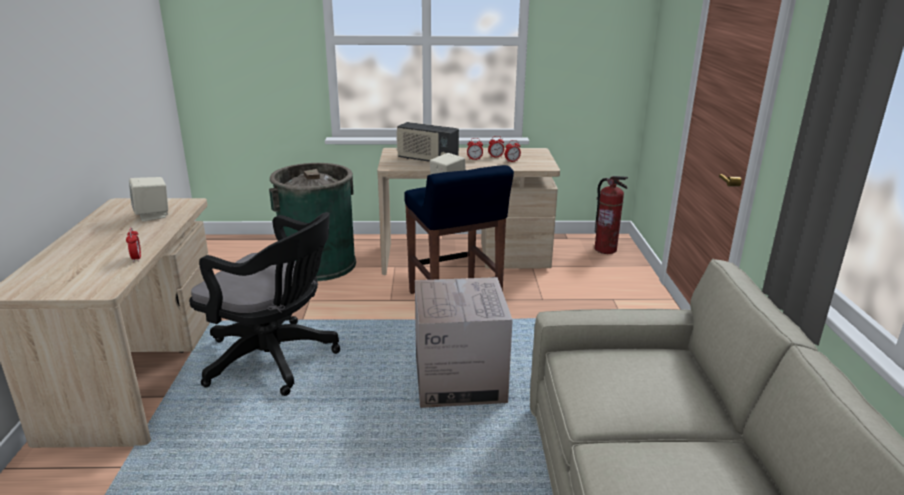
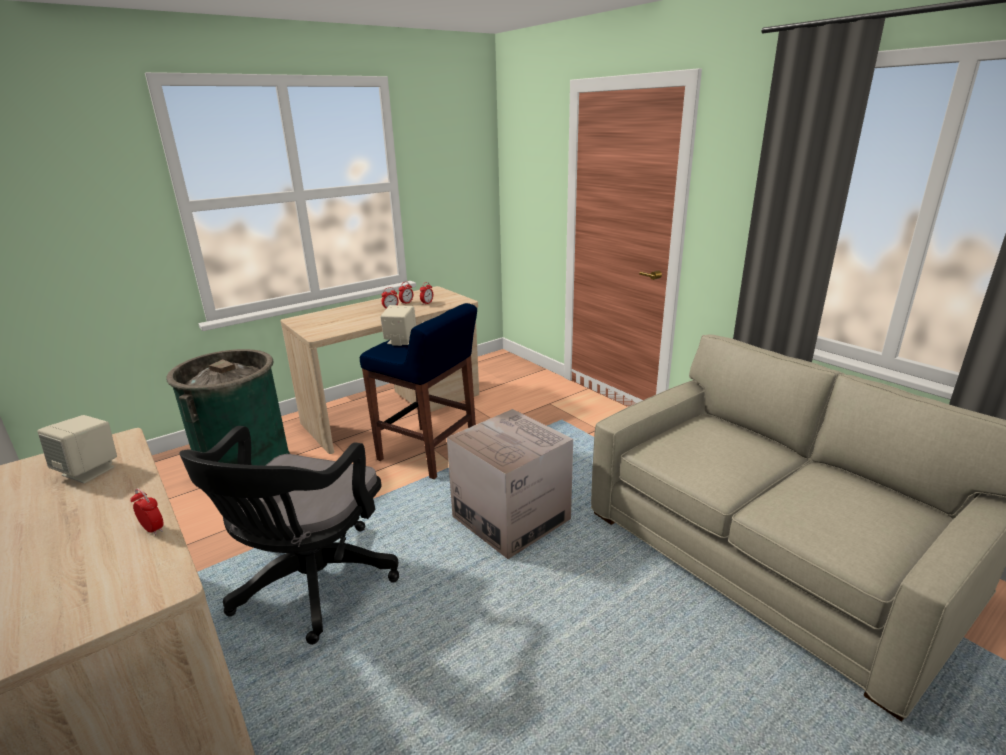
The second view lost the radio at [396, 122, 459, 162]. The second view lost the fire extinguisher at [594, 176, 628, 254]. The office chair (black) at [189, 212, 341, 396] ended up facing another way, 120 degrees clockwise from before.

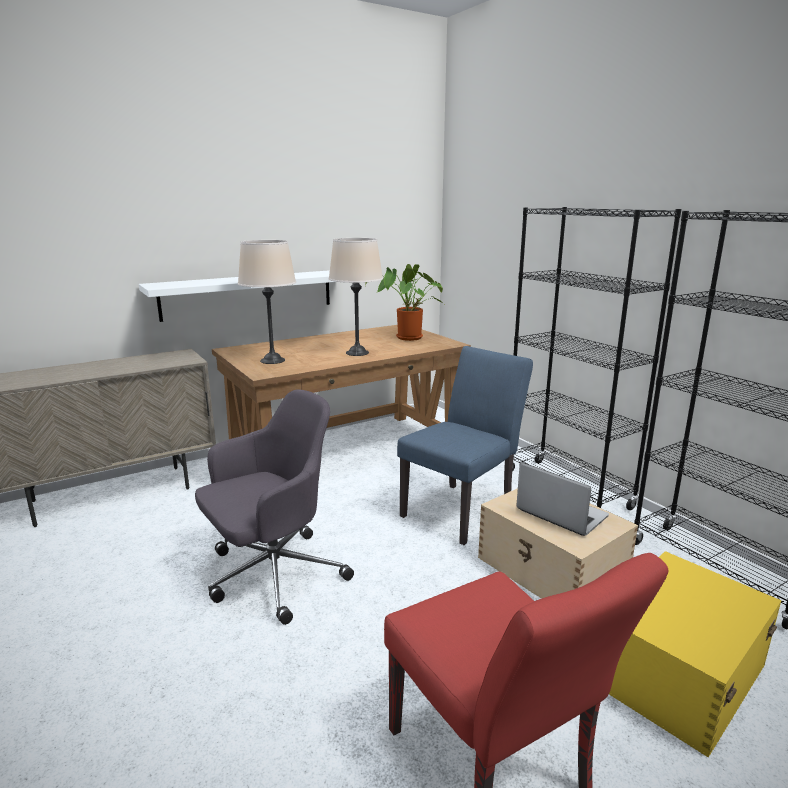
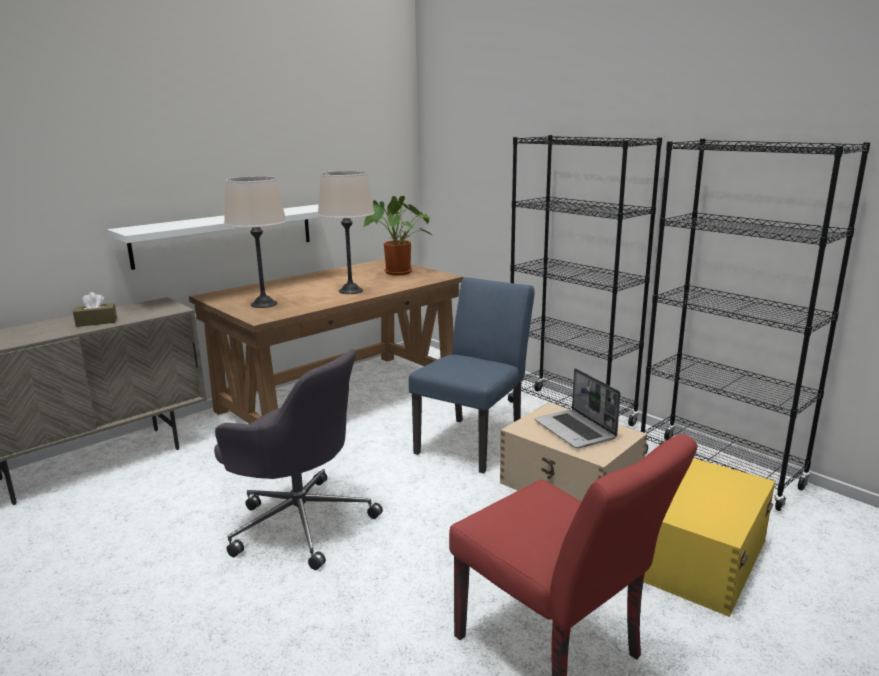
The second view gained the tissue box (brown) at [73, 292, 117, 327]. The office chair (grey) at [195, 390, 354, 625] ended up facing another way, 75 degrees clockwise from before. The laptop at [516, 462, 609, 536] ended up facing another way, 150 degrees counterclockwise from before.

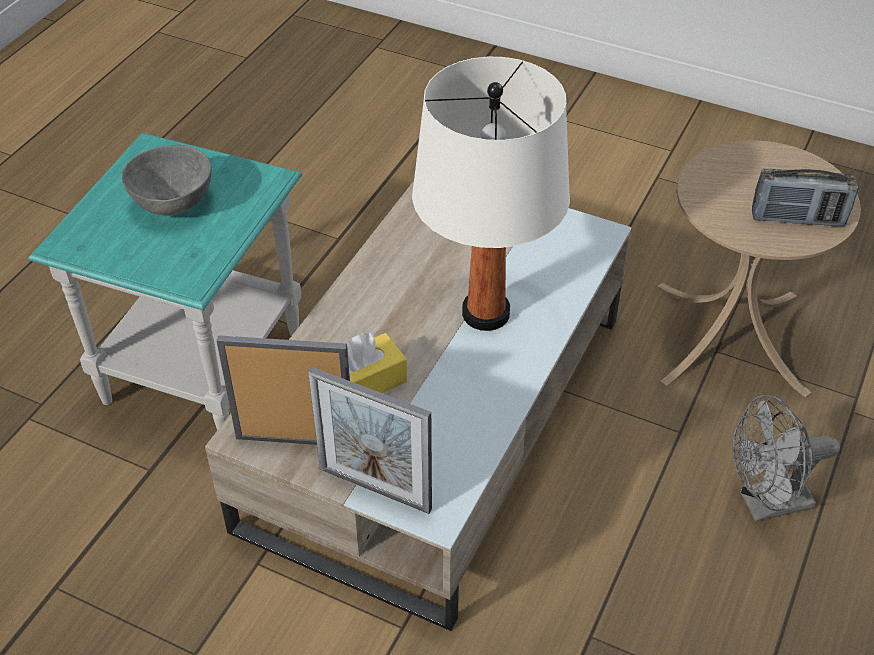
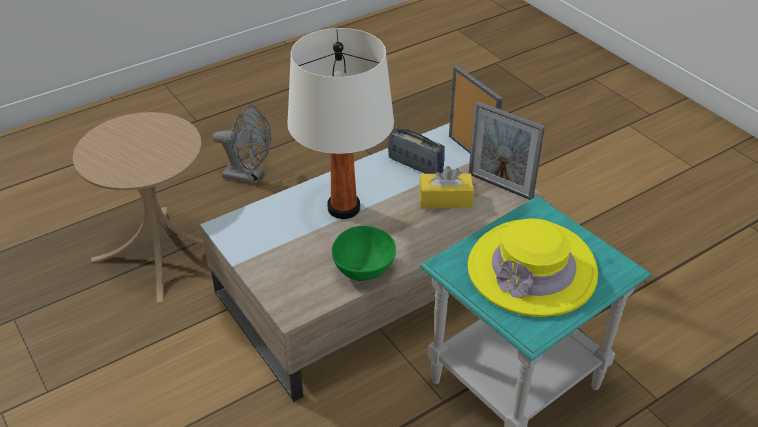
The second view gained the bowl (green) at [332, 225, 396, 281]. The radio ended up elsewhere, having gone from [752, 169, 859, 227] to [388, 126, 445, 174]. Where the bowl (grey) stood at [121, 145, 212, 215], the hat (yellow) came to stand at [468, 218, 598, 317].

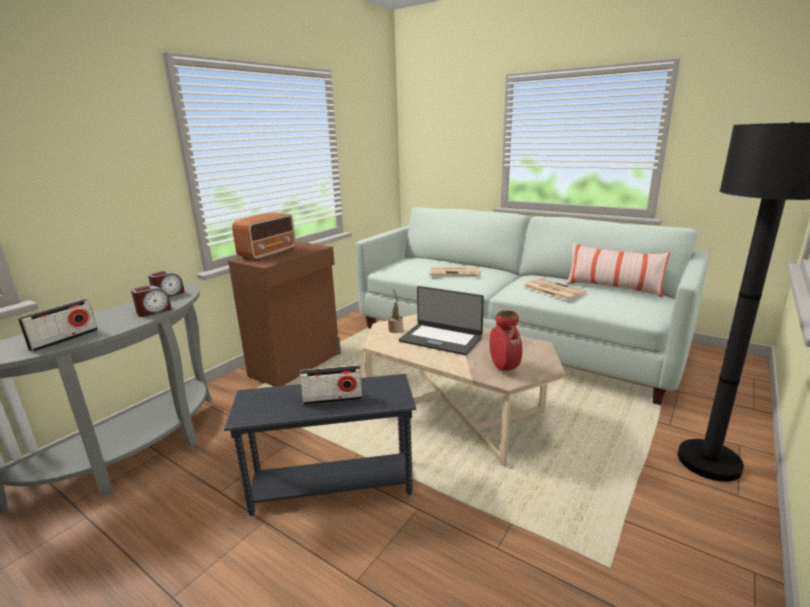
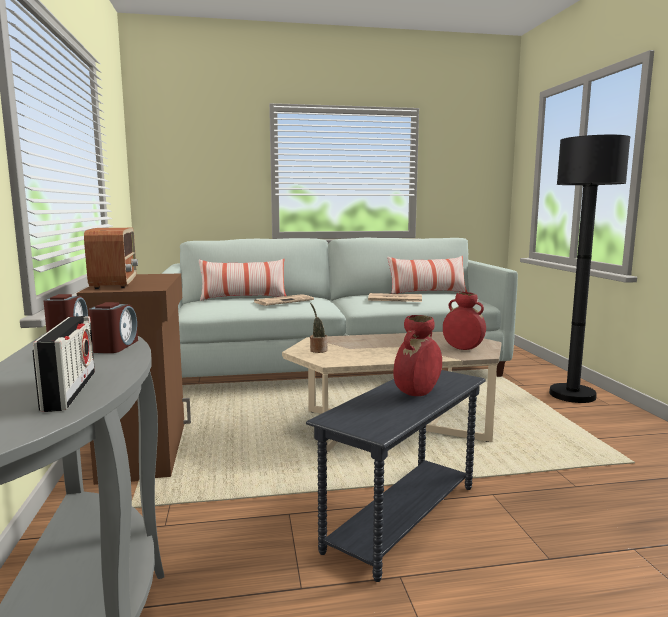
The second view lost the laptop at [399, 286, 484, 355]. The second view gained the pillow at [199, 259, 286, 301]. Where the radio stood at [300, 365, 363, 405], the vase (red) came to stand at [393, 315, 442, 396].

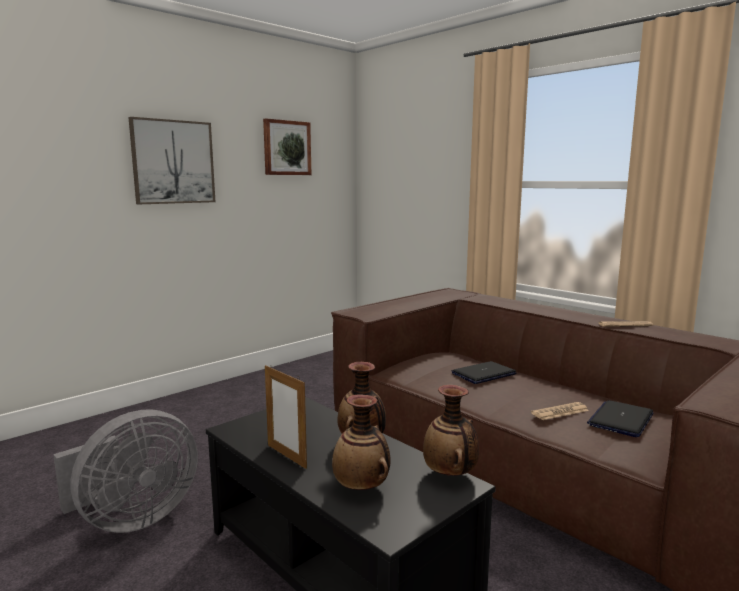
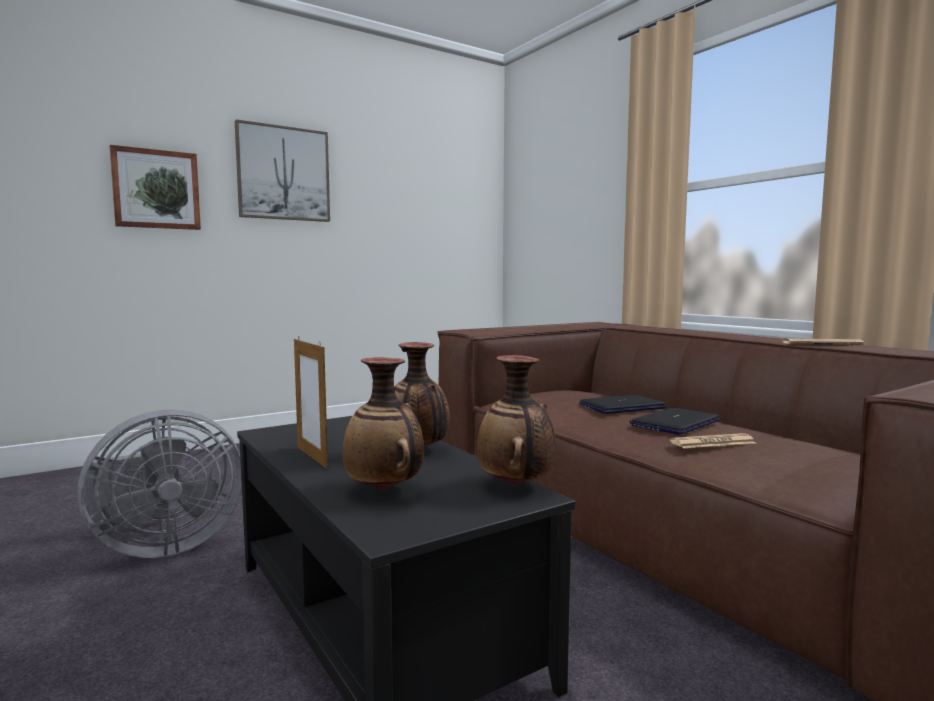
The picture ended up elsewhere, having gone from [263, 118, 312, 175] to [110, 145, 201, 230]. The laptop ended up elsewhere, having gone from [587, 400, 653, 437] to [629, 408, 720, 435].

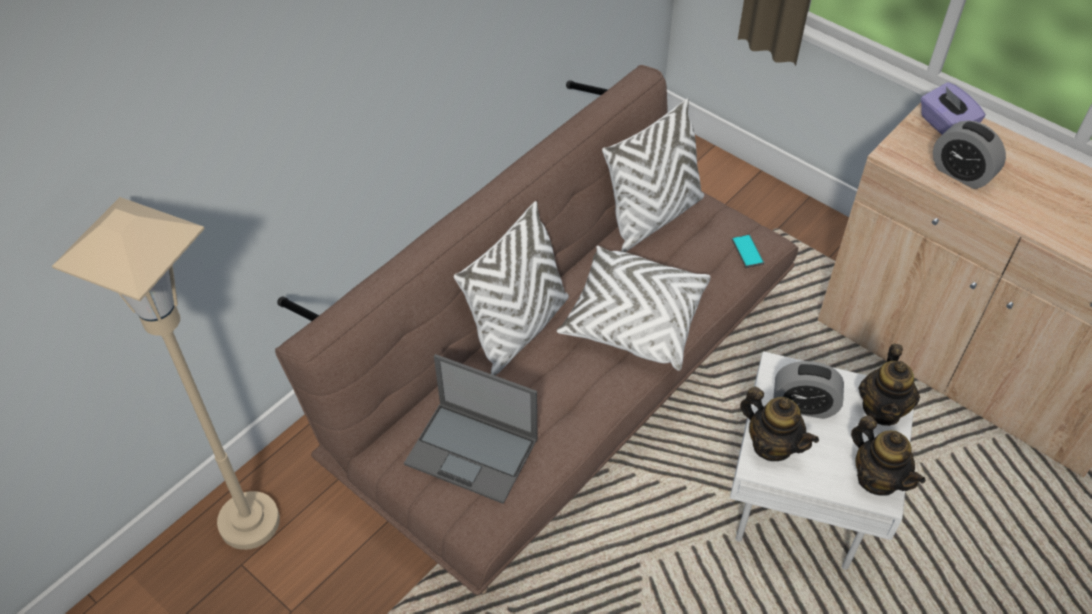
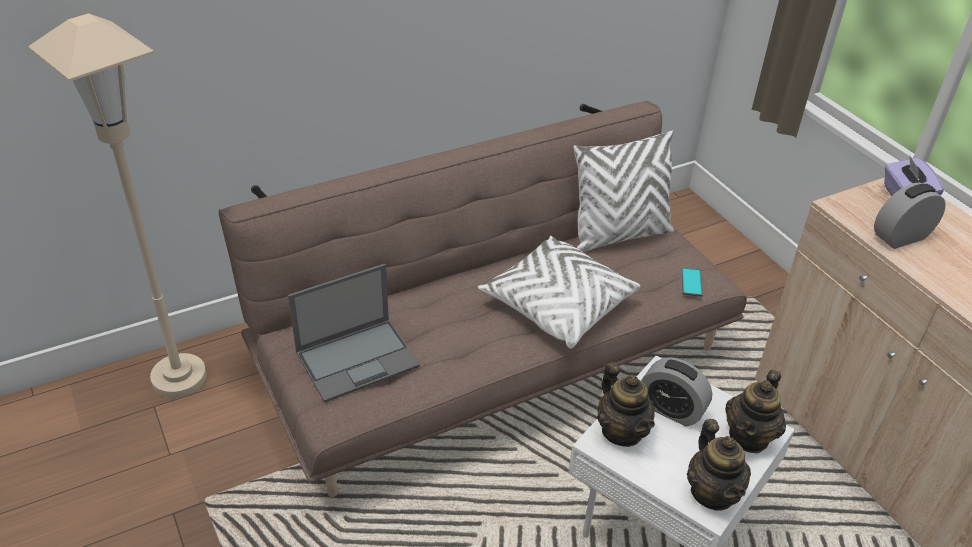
The second view lost the pillow (white) at [454, 201, 569, 376]. The laptop at [404, 354, 538, 504] ended up facing another way, 75 degrees counterclockwise from before. The alarm clock at [933, 120, 1006, 189] ended up facing another way, 90 degrees clockwise from before.

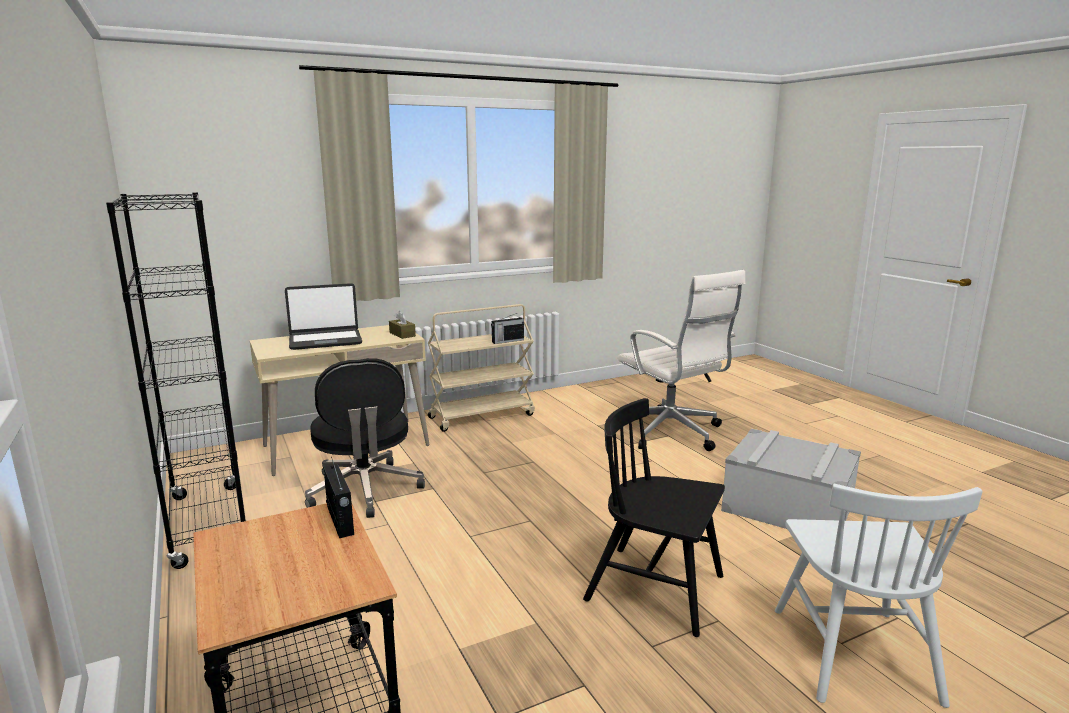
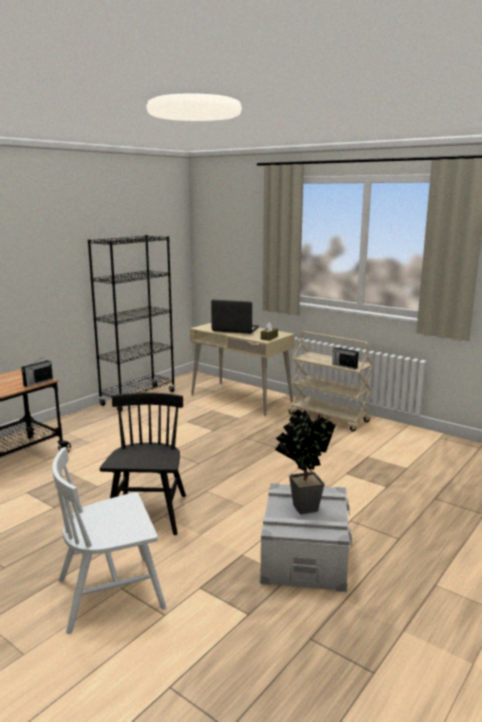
The second view lost the office chair (black) at [305, 358, 425, 518]. The second view lost the office chair (white) at [618, 270, 745, 451]. The second view gained the potted plant at [275, 409, 336, 514]. The laptop at [285, 283, 362, 350] ended up facing another way, 150 degrees clockwise from before.

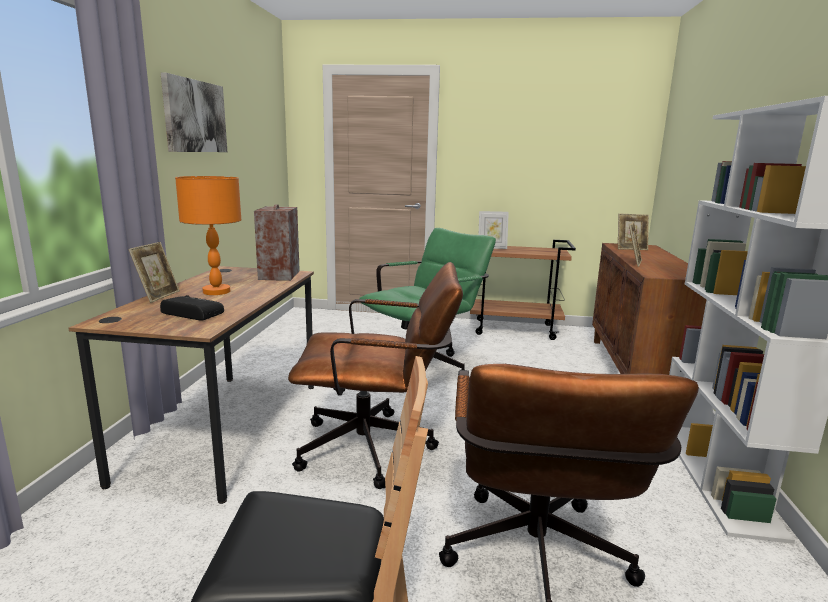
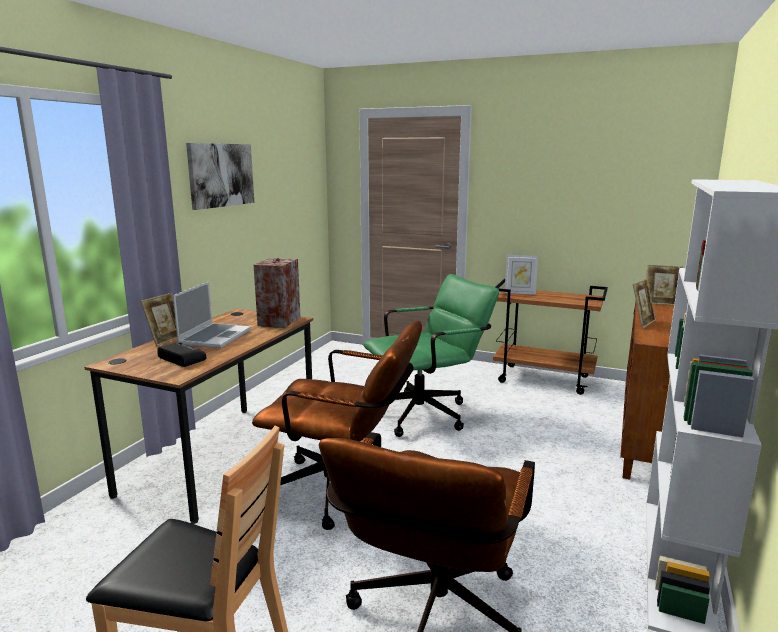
Where the table lamp (orange) stood at [175, 176, 241, 295], the laptop came to stand at [173, 282, 251, 348].

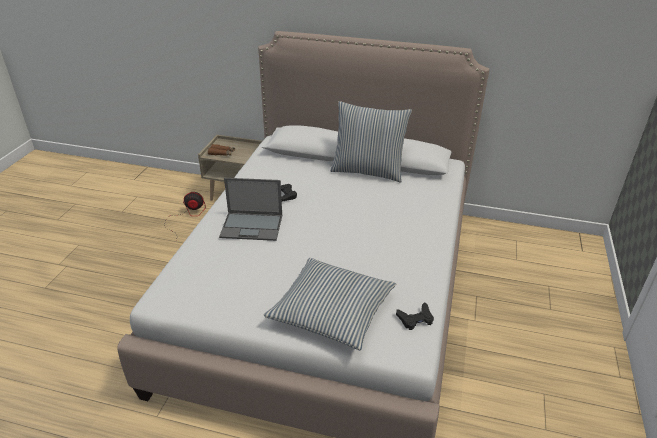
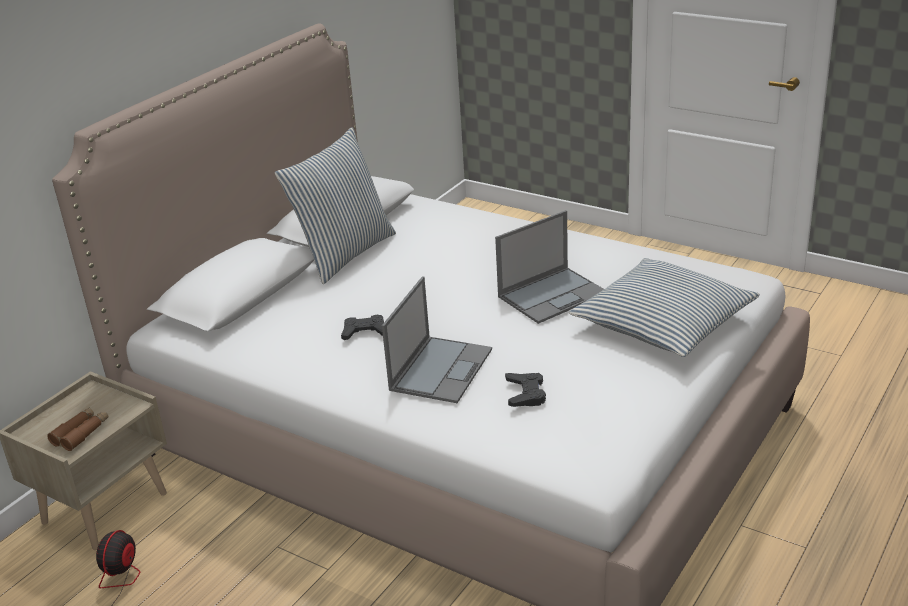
The second view gained the laptop at [495, 210, 604, 324]. The game controller (black) ended up elsewhere, having gone from [396, 303, 434, 330] to [505, 373, 546, 407].

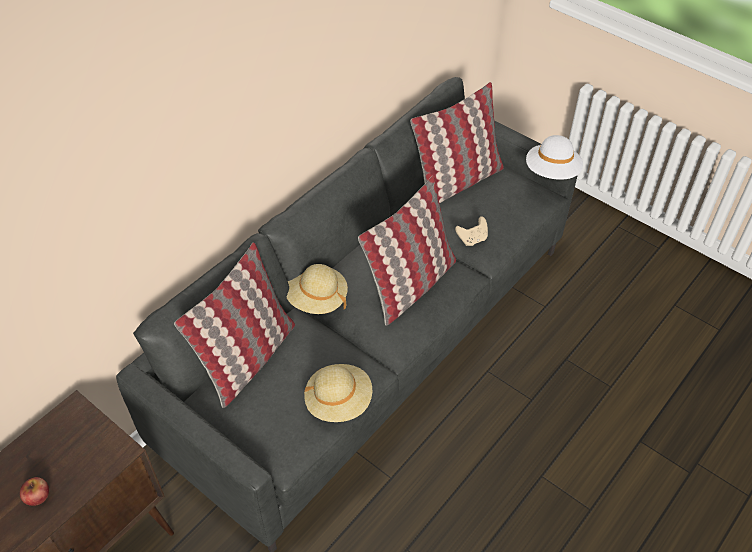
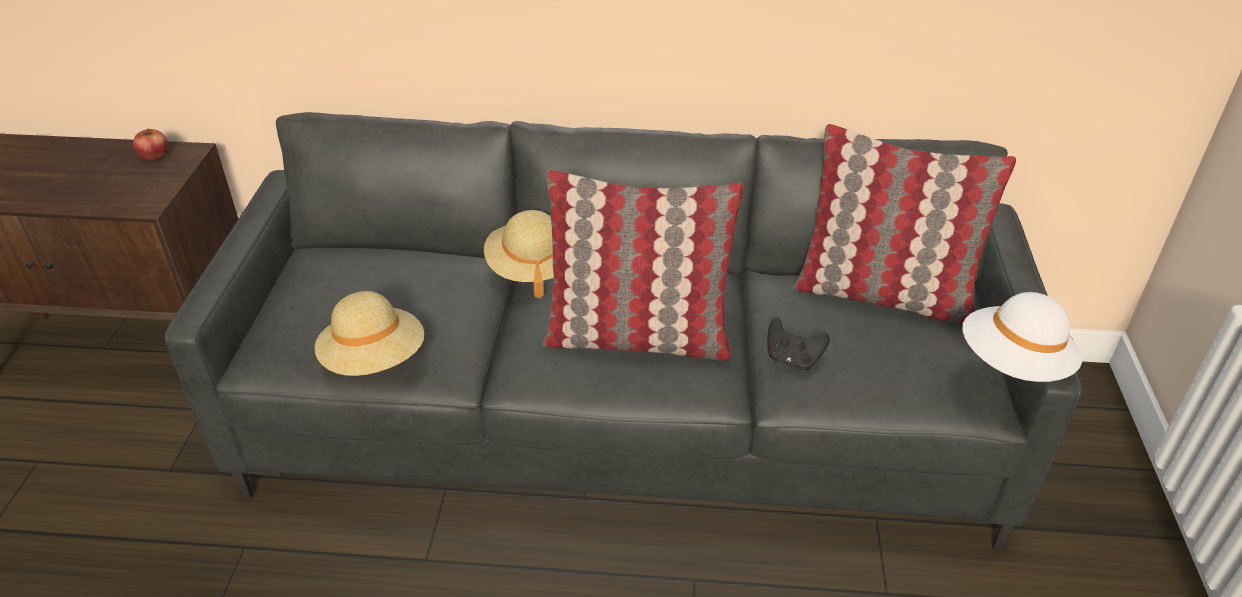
The second view lost the pillow at [174, 243, 295, 408]. The apple ended up elsewhere, having gone from [20, 477, 49, 506] to [133, 128, 168, 160]. What was the game controller (beige) at [455, 216, 488, 246] turned into the game controller (black) at [767, 318, 830, 370].

